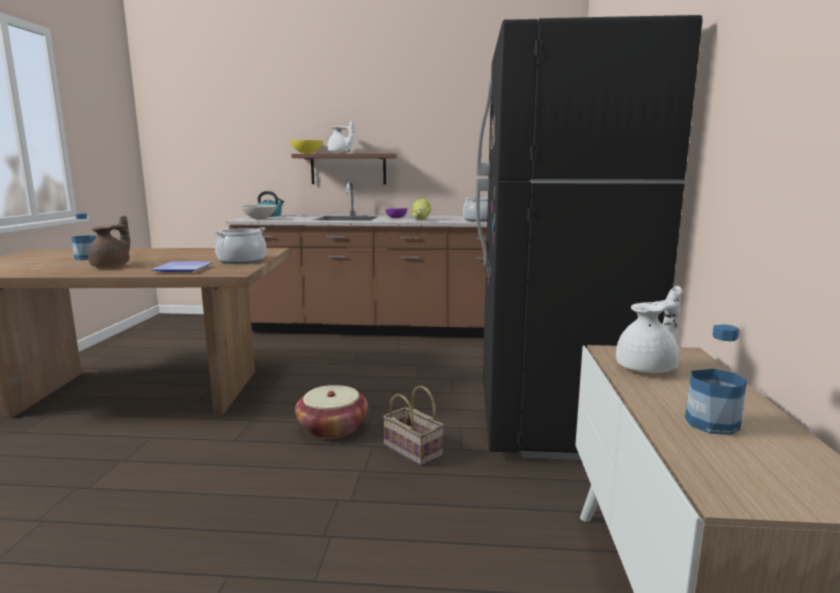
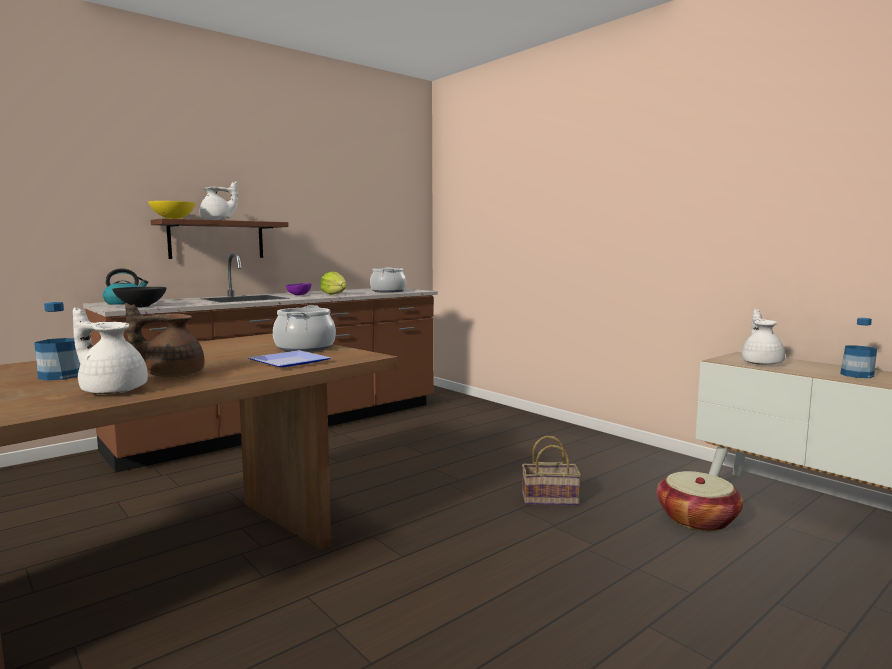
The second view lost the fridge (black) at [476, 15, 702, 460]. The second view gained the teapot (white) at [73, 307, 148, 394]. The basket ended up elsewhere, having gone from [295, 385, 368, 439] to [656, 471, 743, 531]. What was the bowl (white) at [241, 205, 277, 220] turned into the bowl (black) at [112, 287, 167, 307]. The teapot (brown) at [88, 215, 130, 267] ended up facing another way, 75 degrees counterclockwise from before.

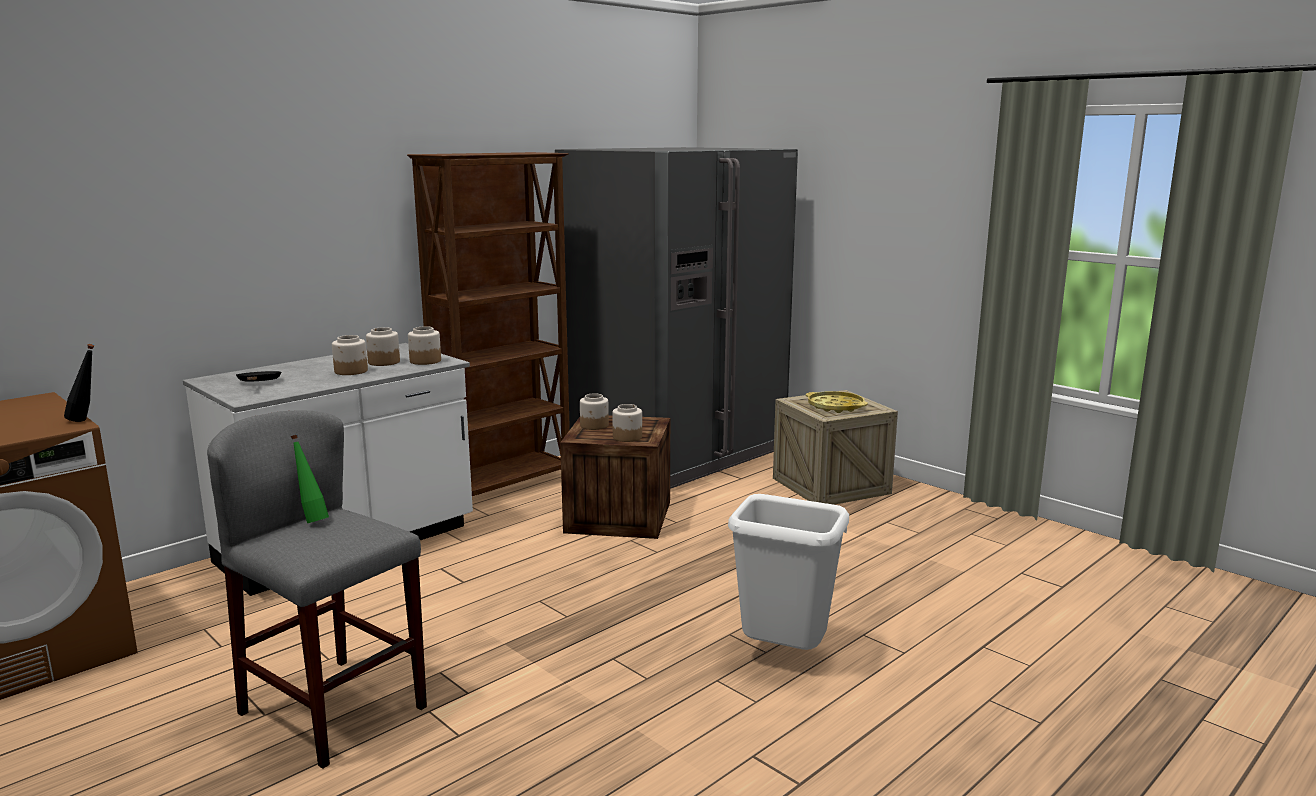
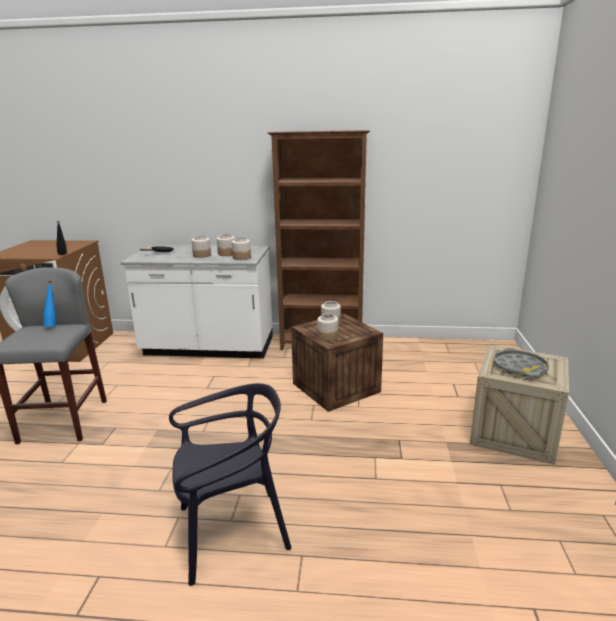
The second view lost the fridge (grey) at [555, 147, 798, 489]. Where the trash can (white) stood at [728, 494, 849, 658], the chair (black) came to stand at [169, 383, 291, 586]. What was the bottle (green) at [291, 435, 329, 523] turned into the bottle (blue) at [43, 281, 56, 327]. What was the tray (yellow) at [806, 391, 868, 413] turned into the tray (grey) at [494, 348, 549, 377].

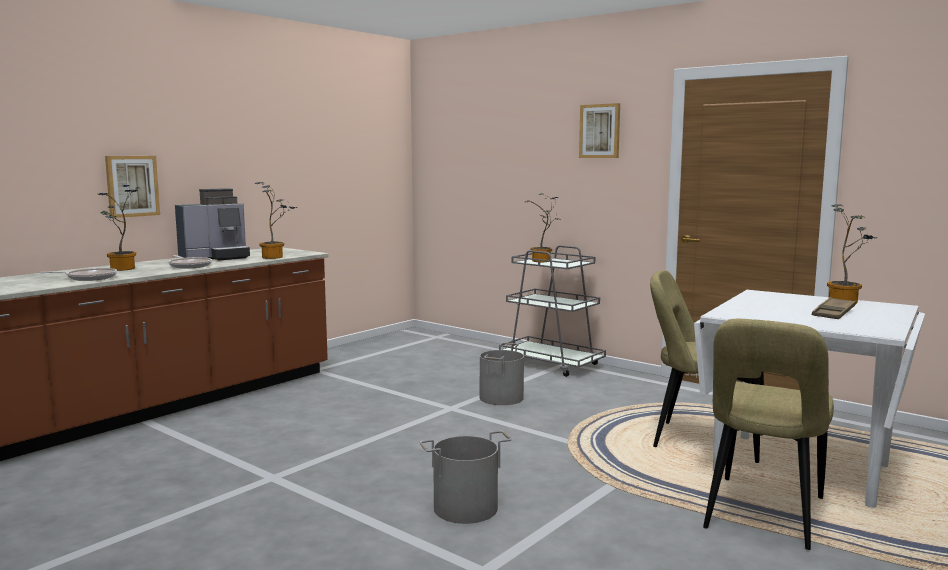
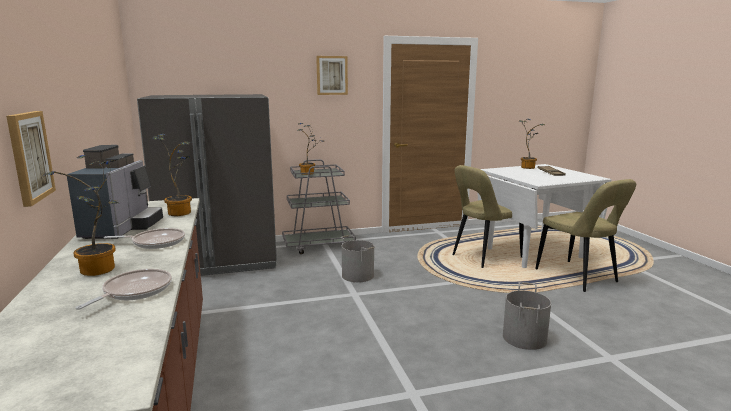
The second view gained the fridge (grey) at [137, 94, 277, 276].

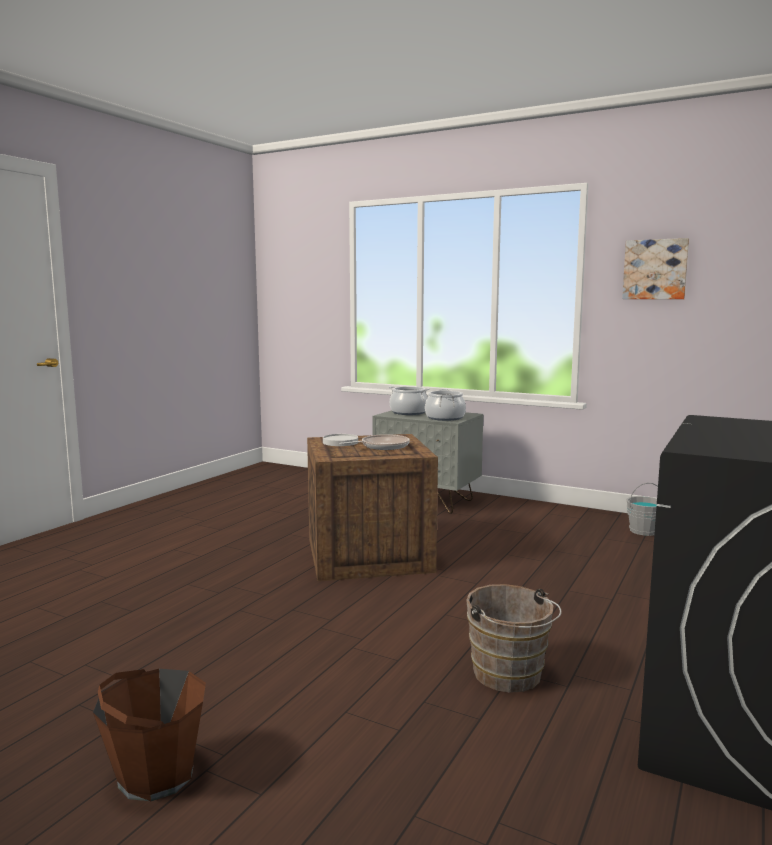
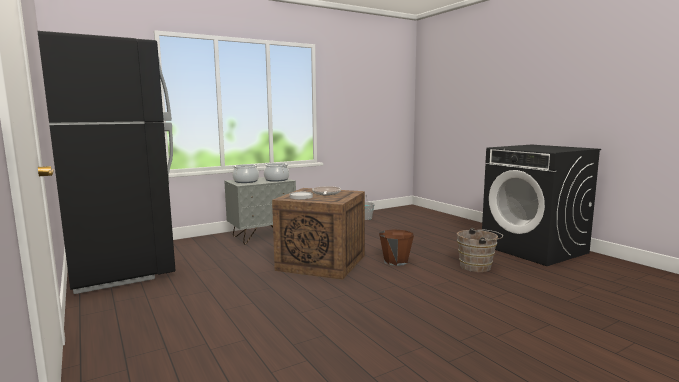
The second view lost the picture at [622, 238, 689, 299]. The second view gained the fridge (black) at [38, 31, 176, 294]. The bucket (brown) ended up elsewhere, having gone from [93, 669, 206, 801] to [379, 229, 414, 266].

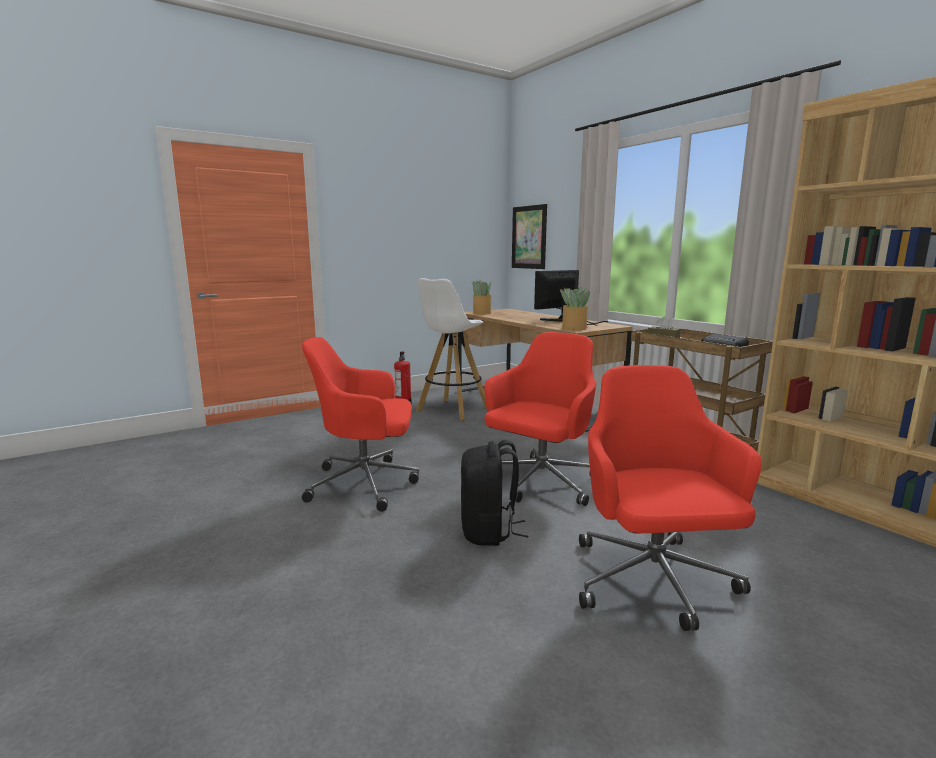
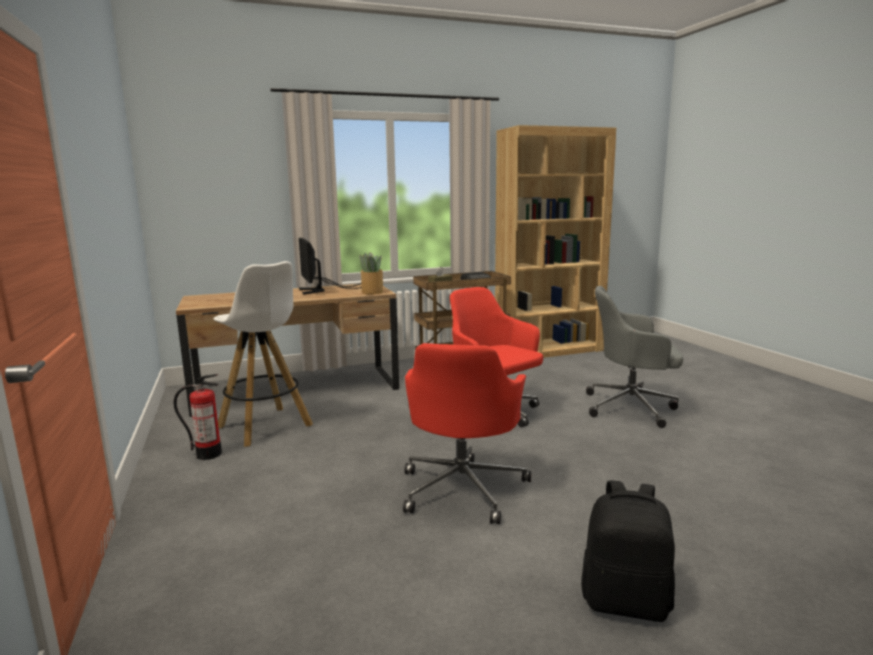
The second view lost the potted plant at [472, 280, 492, 314]. The second view lost the picture at [512, 204, 547, 269]. The backpack (black) ended up elsewhere, having gone from [461, 440, 528, 546] to [581, 480, 675, 622]. What was the office chair (red) at [579, 365, 762, 631] turned into the office chair (grey) at [586, 286, 683, 428].

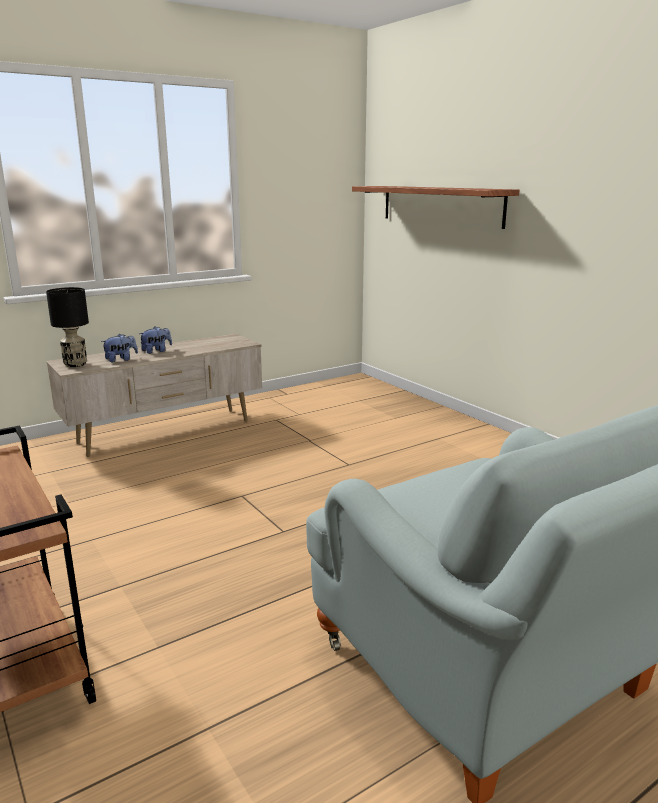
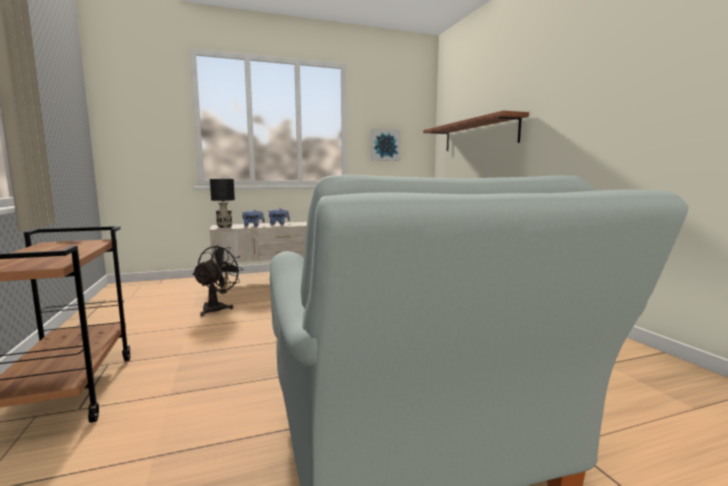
The second view gained the fan (black) at [192, 245, 244, 316]. The second view gained the picture at [371, 129, 401, 161].

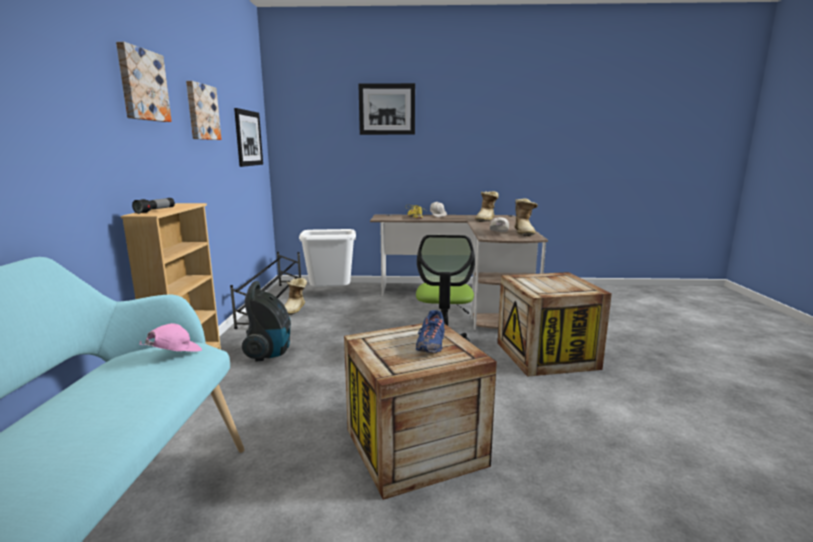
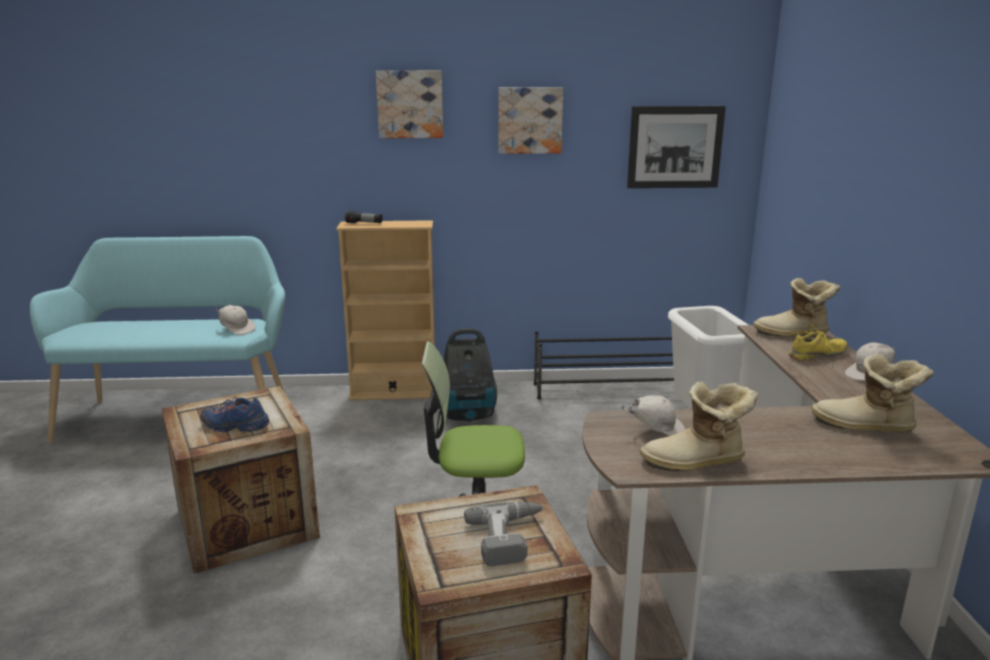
The second view lost the picture at [358, 83, 415, 135]. The second view gained the power drill at [464, 502, 544, 566]. The boot ended up elsewhere, having gone from [284, 278, 307, 316] to [753, 278, 840, 336]. What was the cap (pink) at [140, 323, 202, 352] turned into the cap (white) at [215, 305, 256, 335].

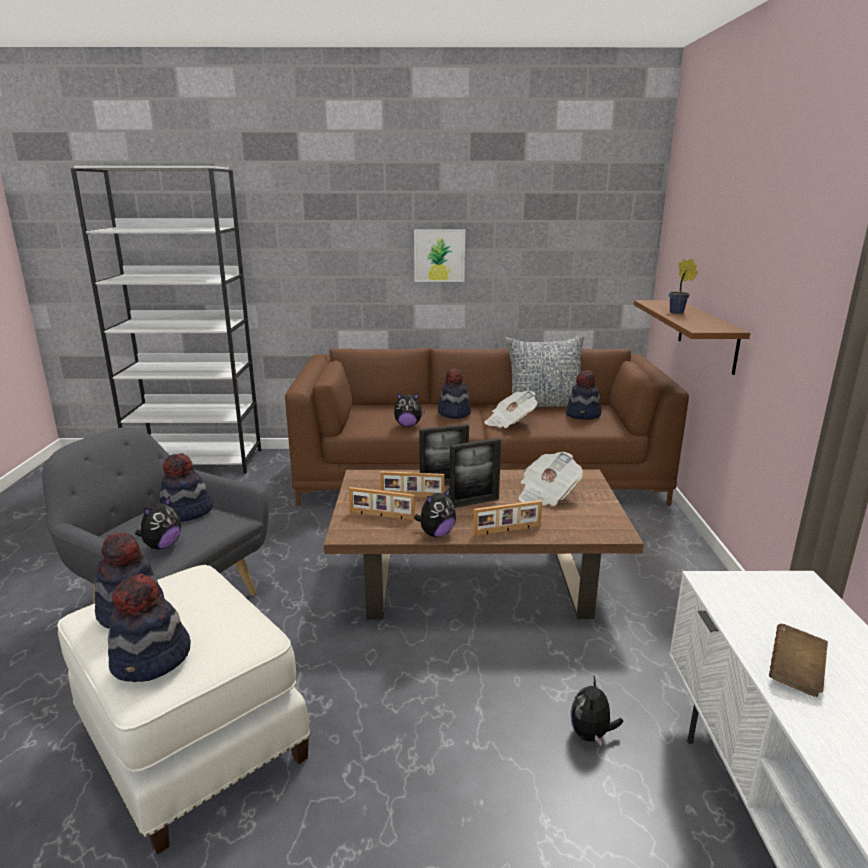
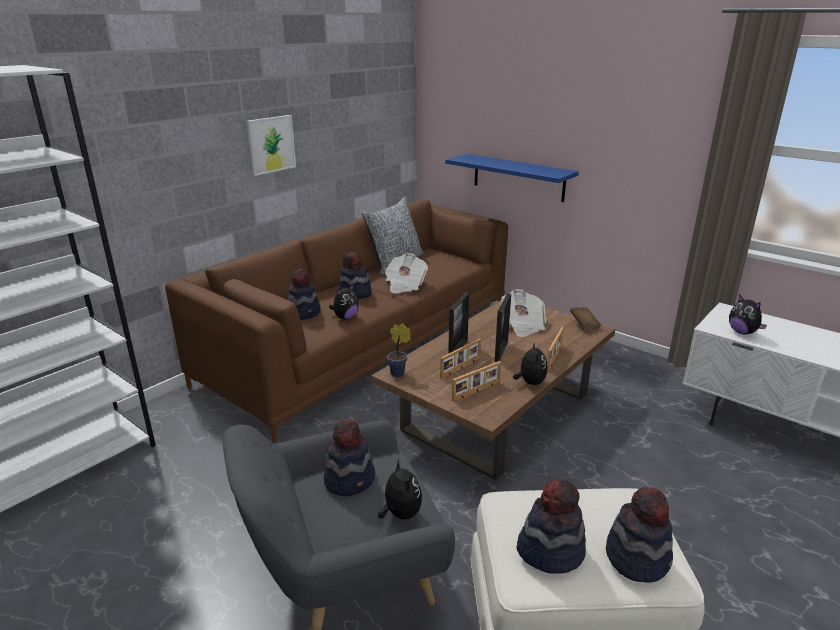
The hat ended up elsewhere, having gone from [566, 370, 601, 420] to [287, 269, 321, 320]. The plush toy ended up elsewhere, having gone from [571, 676, 623, 746] to [729, 294, 767, 335]. The potted plant ended up elsewhere, having gone from [669, 258, 698, 314] to [387, 323, 411, 377]. The book (brown) ended up elsewhere, having gone from [769, 624, 828, 697] to [570, 307, 601, 330]. What was the shelf (brown) at [634, 300, 750, 375] turned into the shelf (blue) at [445, 154, 579, 202].

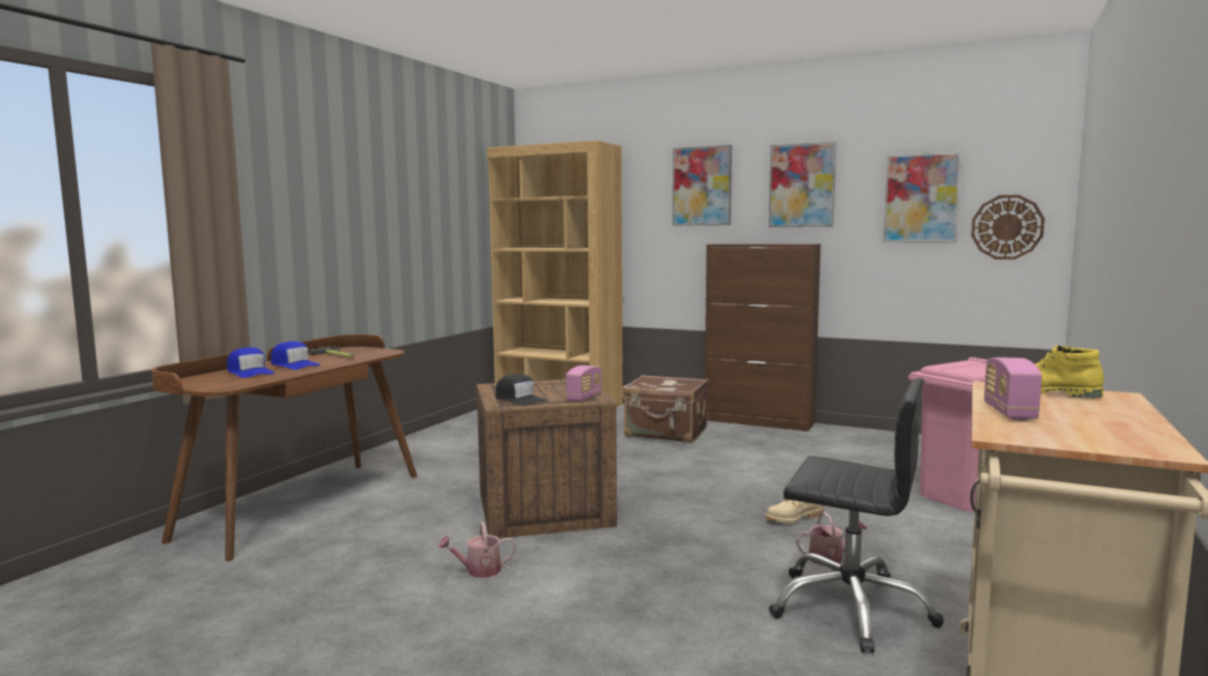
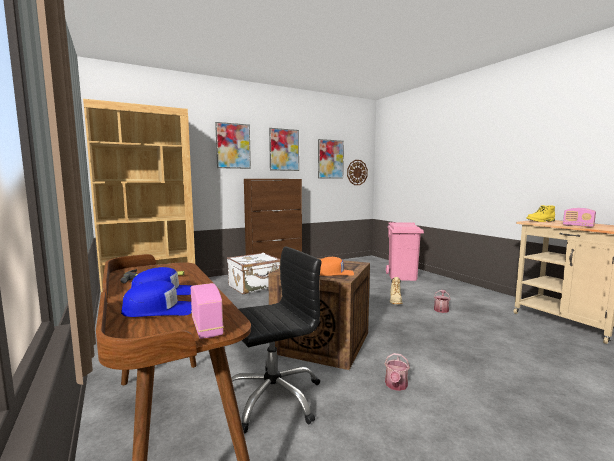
The radio ended up elsewhere, having gone from [566, 365, 602, 401] to [191, 283, 224, 339]. The office chair (black) ended up elsewhere, having gone from [769, 378, 944, 653] to [232, 247, 321, 433]. What was the cap (black) at [496, 374, 547, 406] turned into the cap (orange) at [320, 257, 354, 276]. What was the suitcase (brown) at [622, 375, 709, 443] turned into the suitcase (white) at [227, 253, 280, 294].

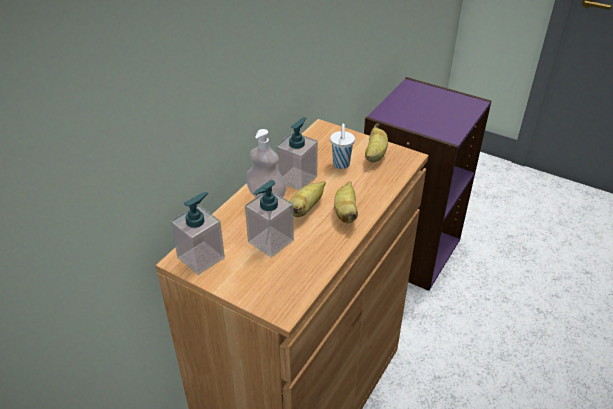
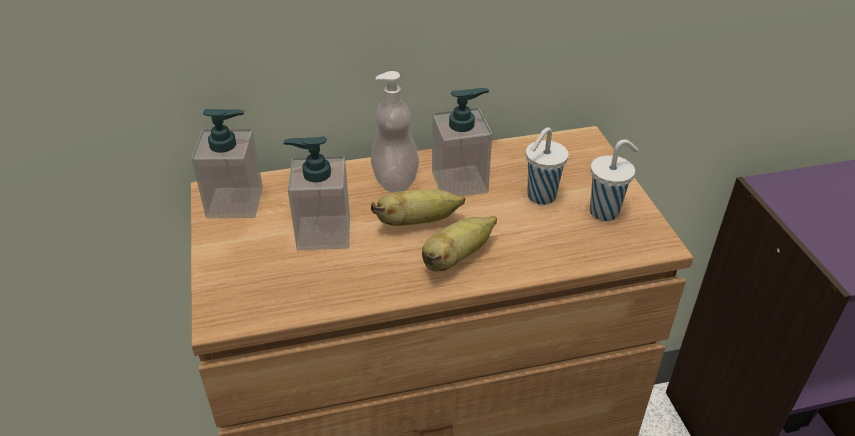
Where the banana stood at [365, 123, 388, 162], the cup (white) came to stand at [590, 139, 638, 221].

